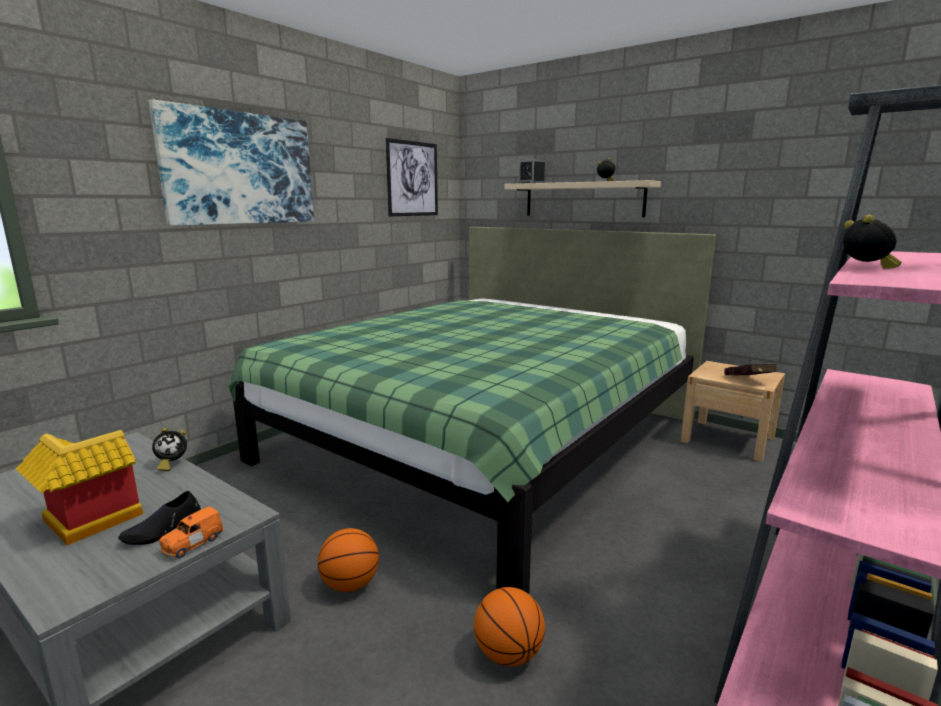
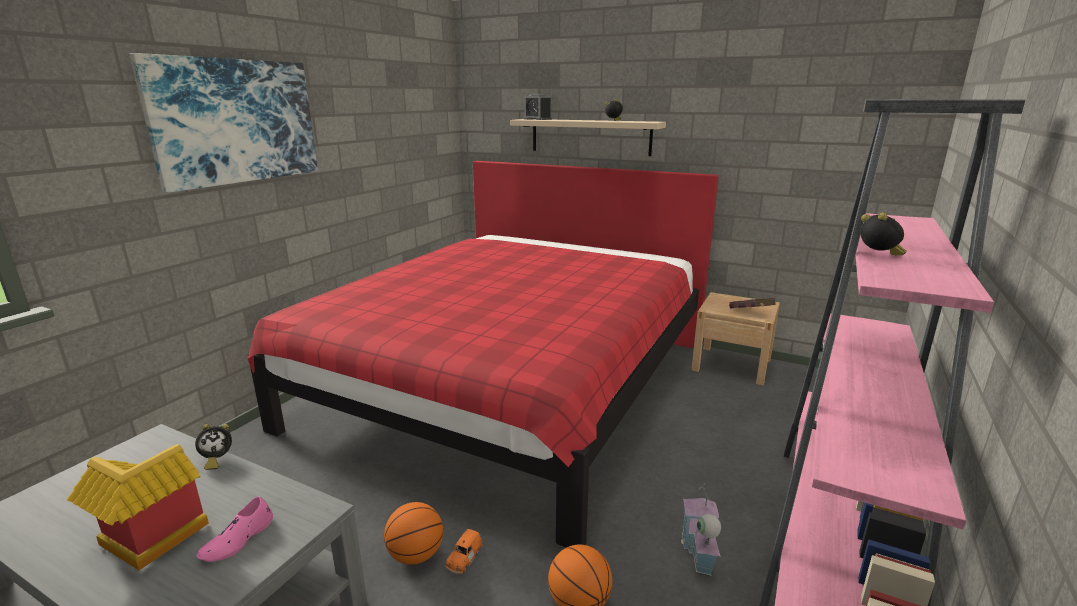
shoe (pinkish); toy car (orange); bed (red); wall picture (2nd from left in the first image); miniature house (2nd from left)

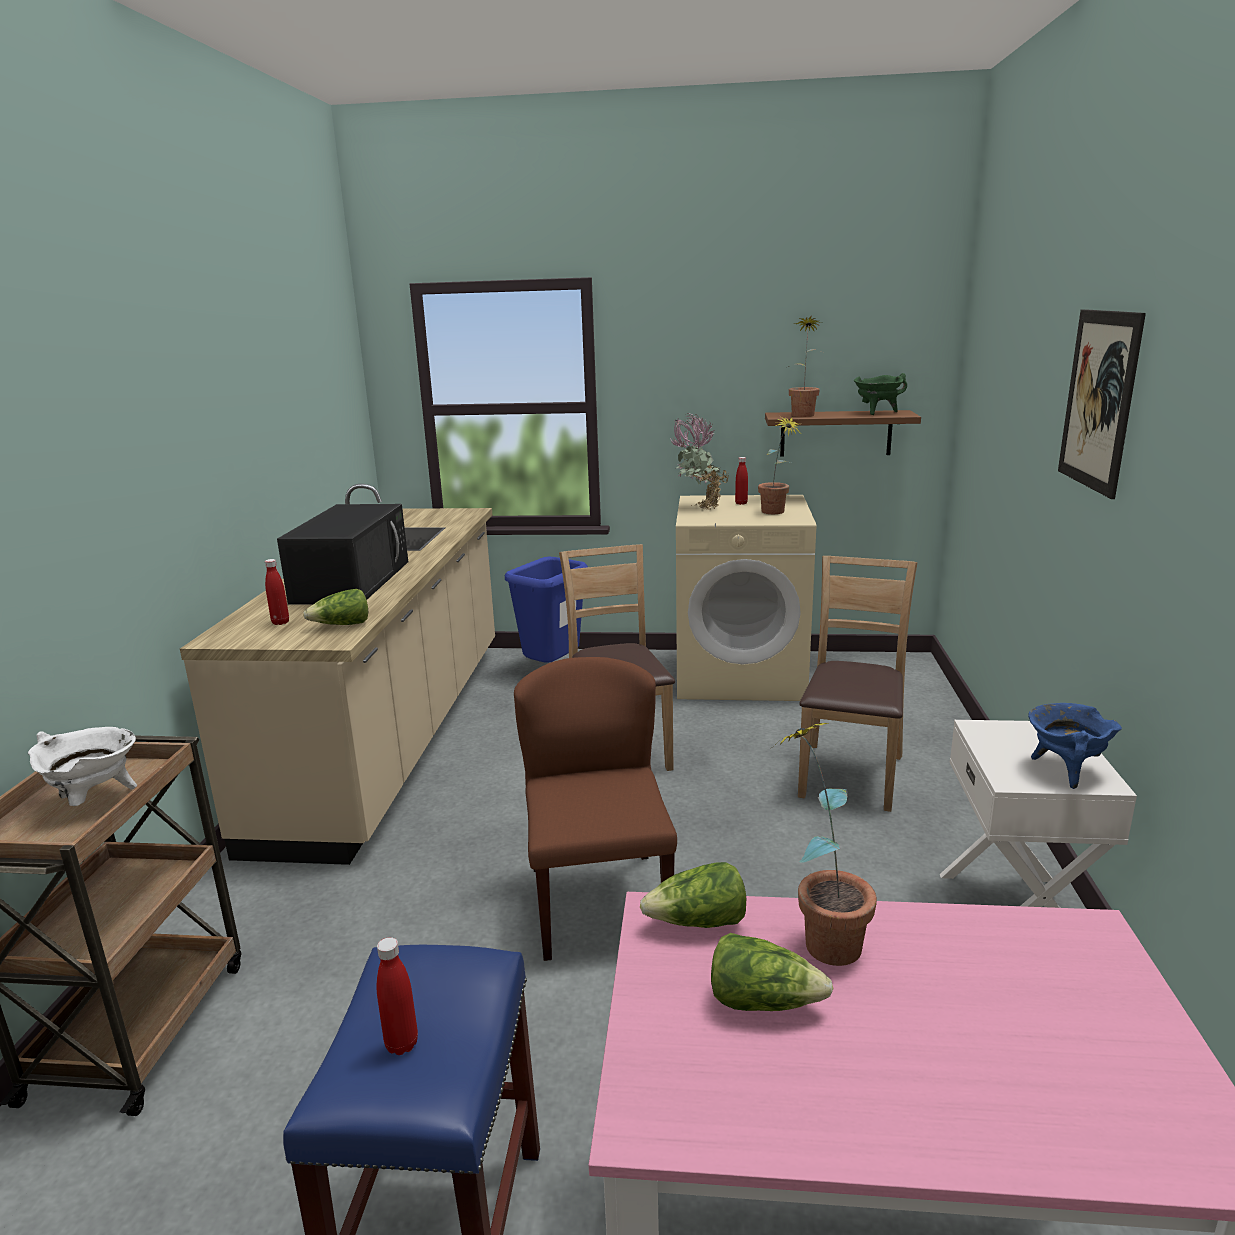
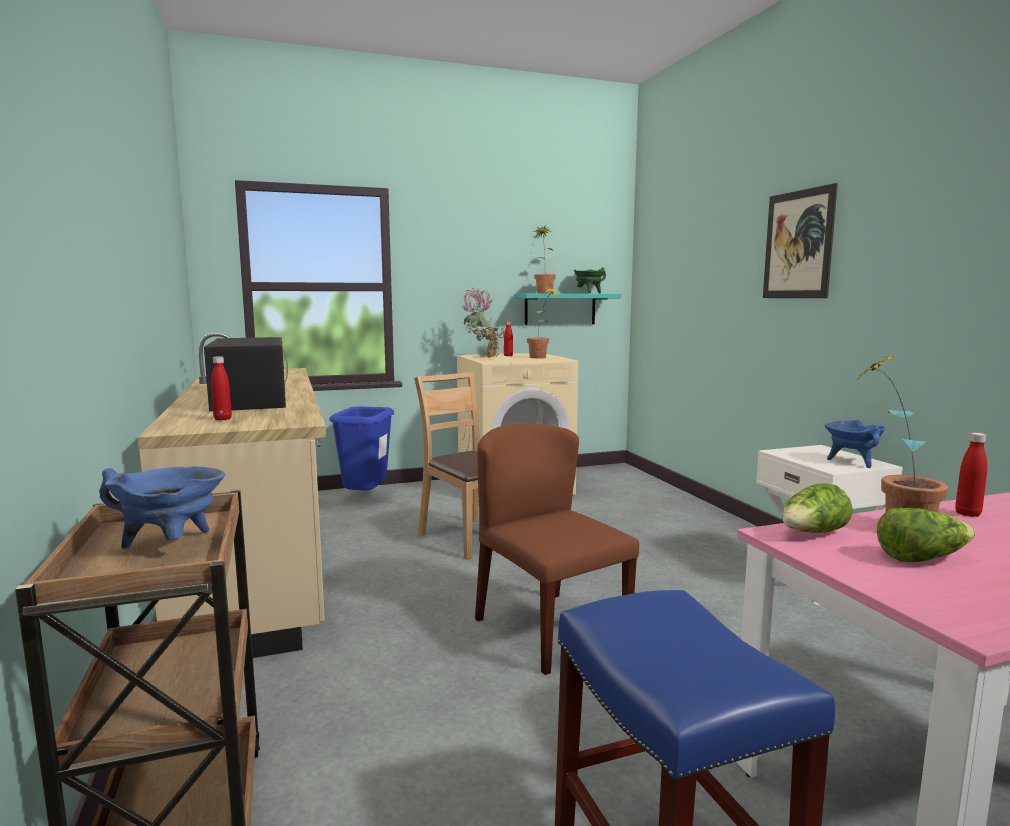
stockpot (blue) (1st from left); head of lettuce (1st from left in the first image); drink bottle (red) (3rd from left); shelf (turquoise); upright chair (brown-coloured) (3rd from left in the first image)

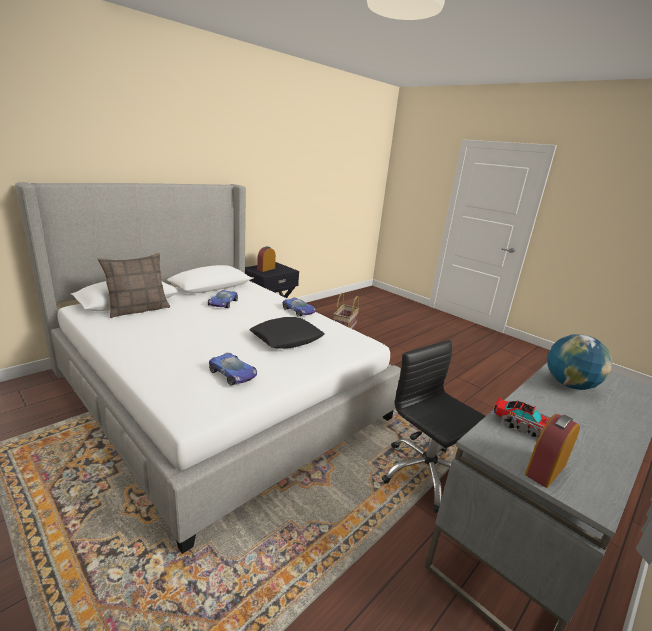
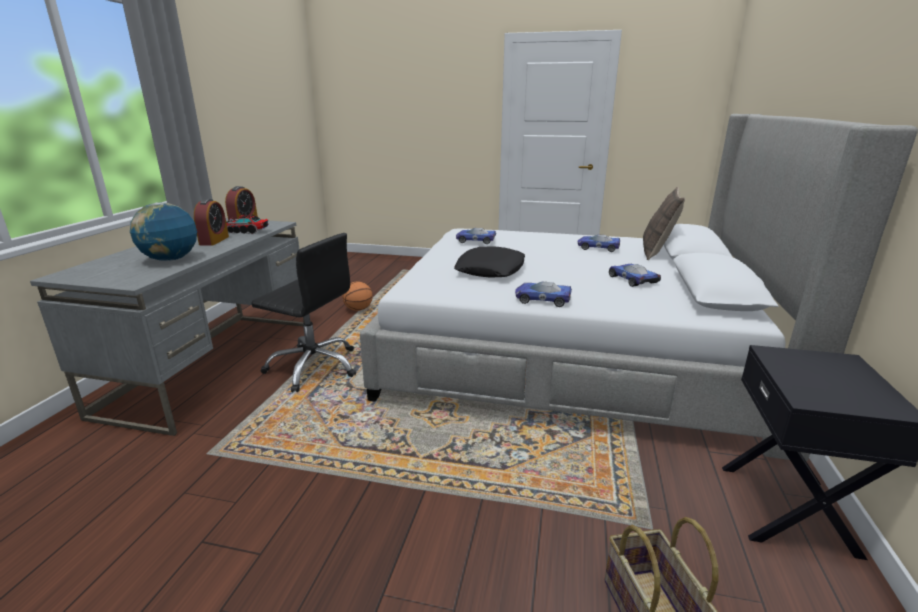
bedside clock (1st from left); ball for basketball; toy car (3rd from left)

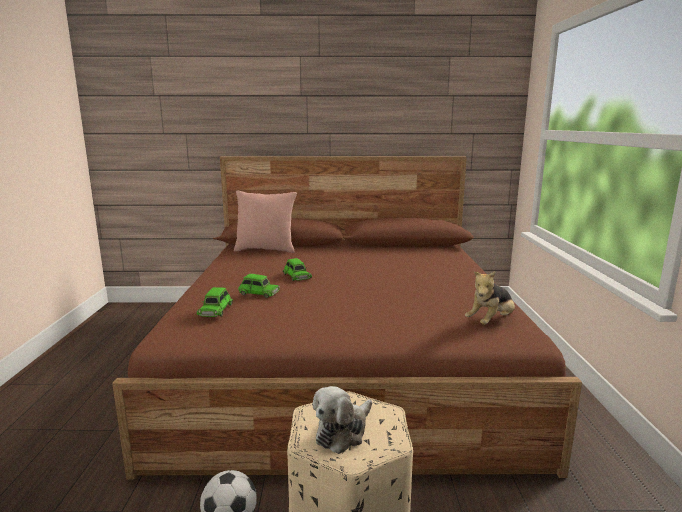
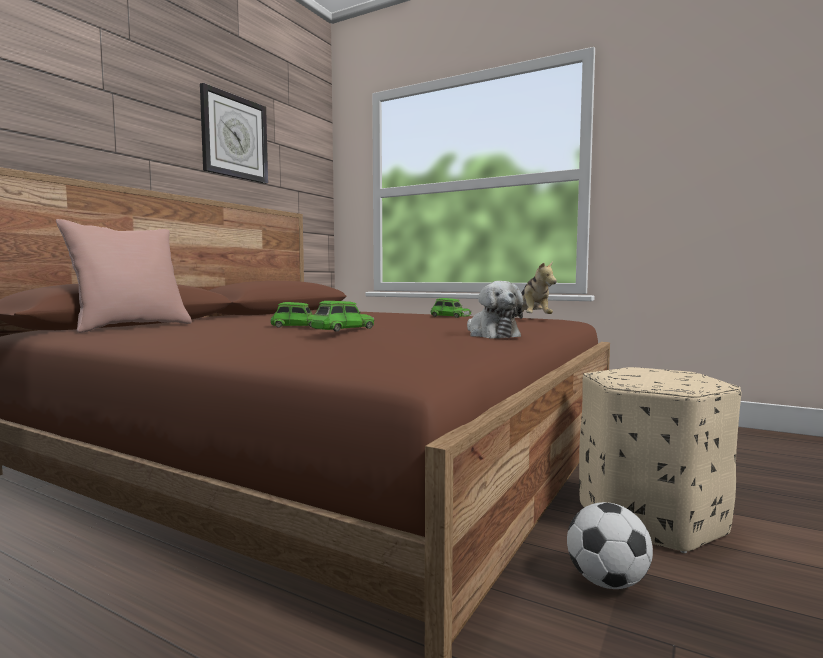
toy car (greenish) (3rd from left); cuddly toy (1st from left); hanging clock

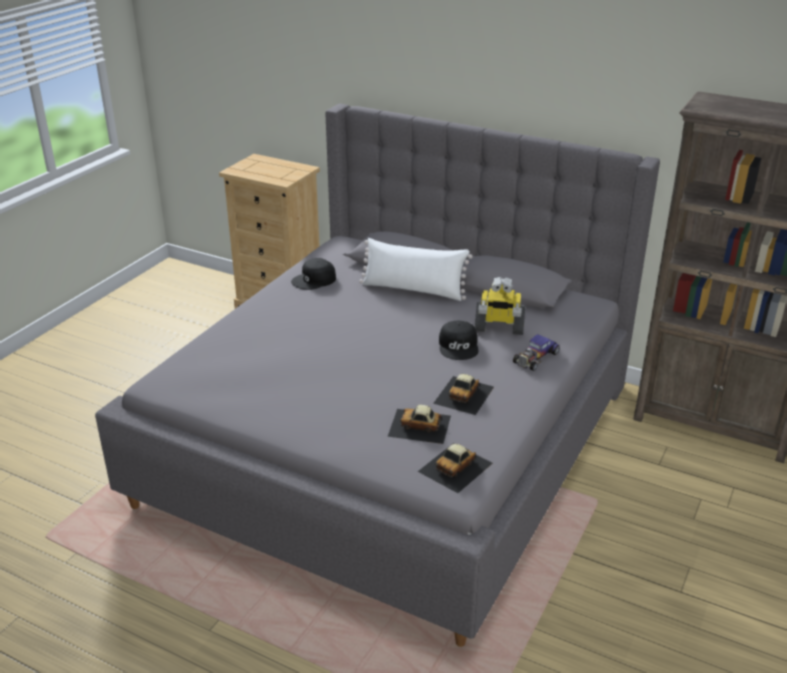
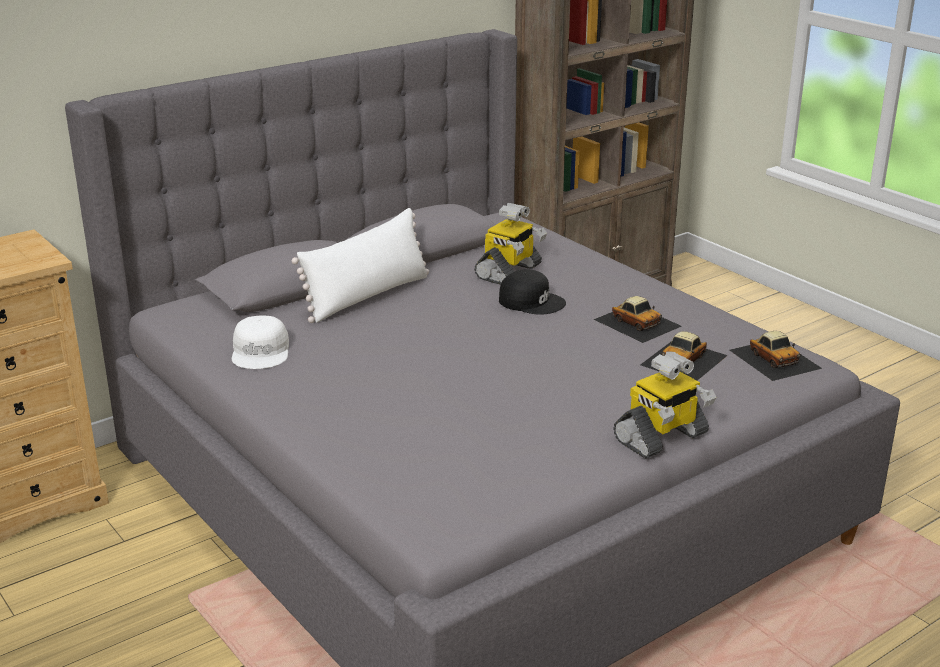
baseball cap (white-coloured); toy car (4th from left in the first image); model robot (2nd from left)

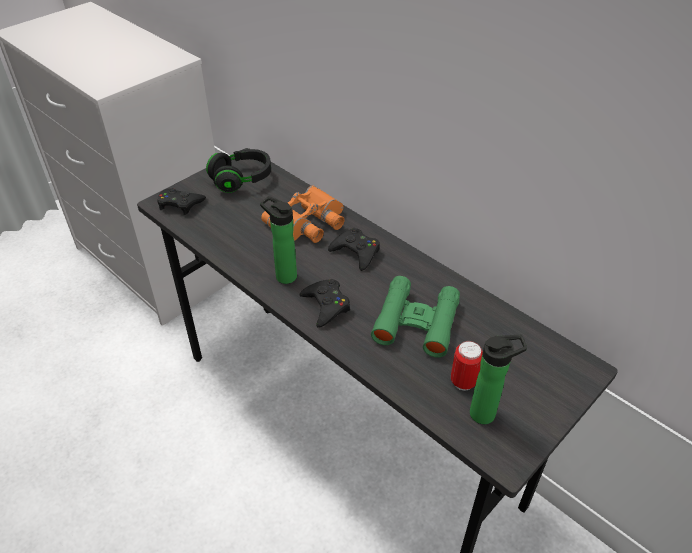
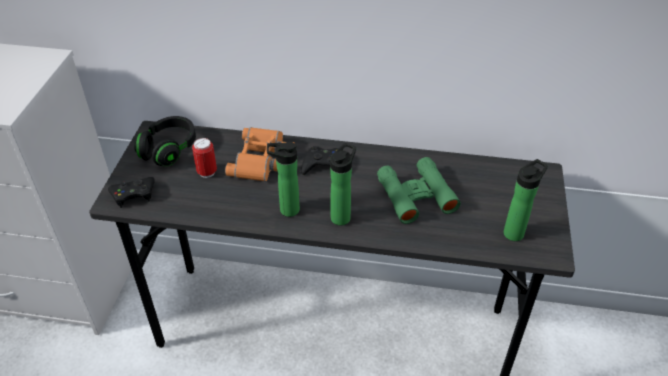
drink bottle (2nd from left); can

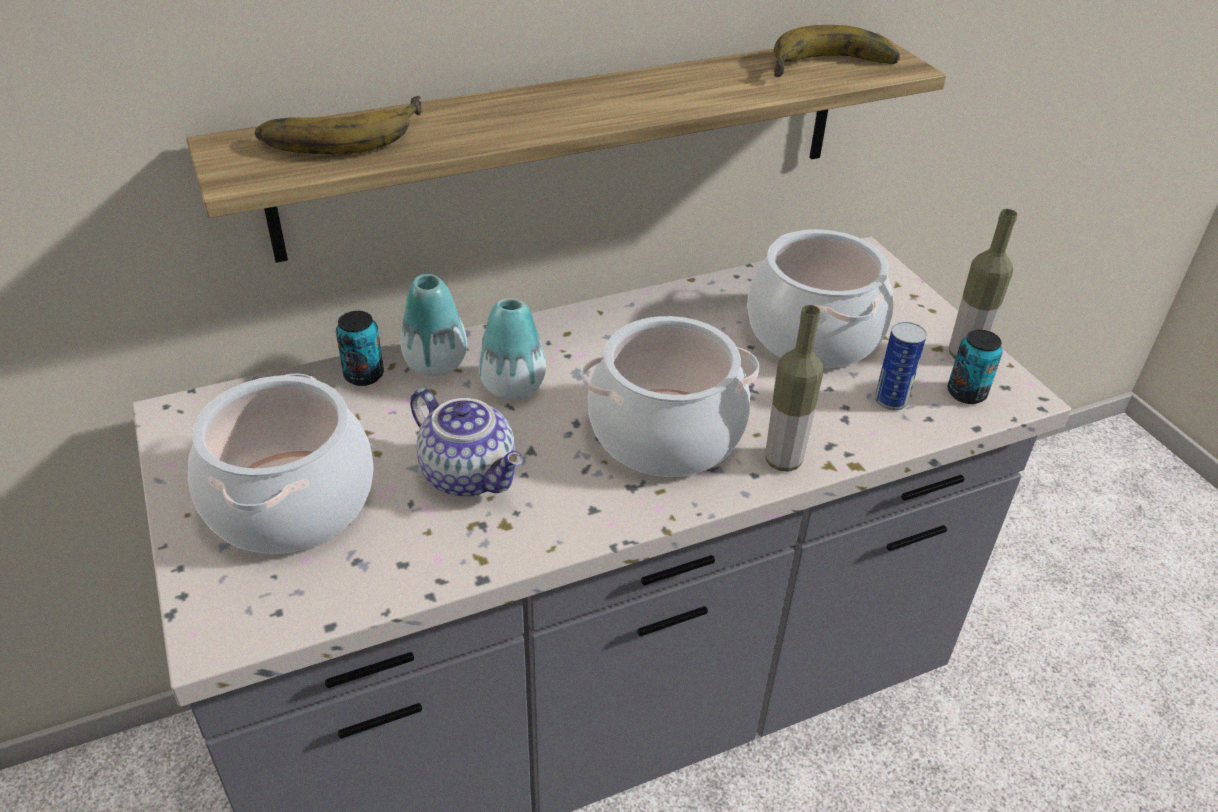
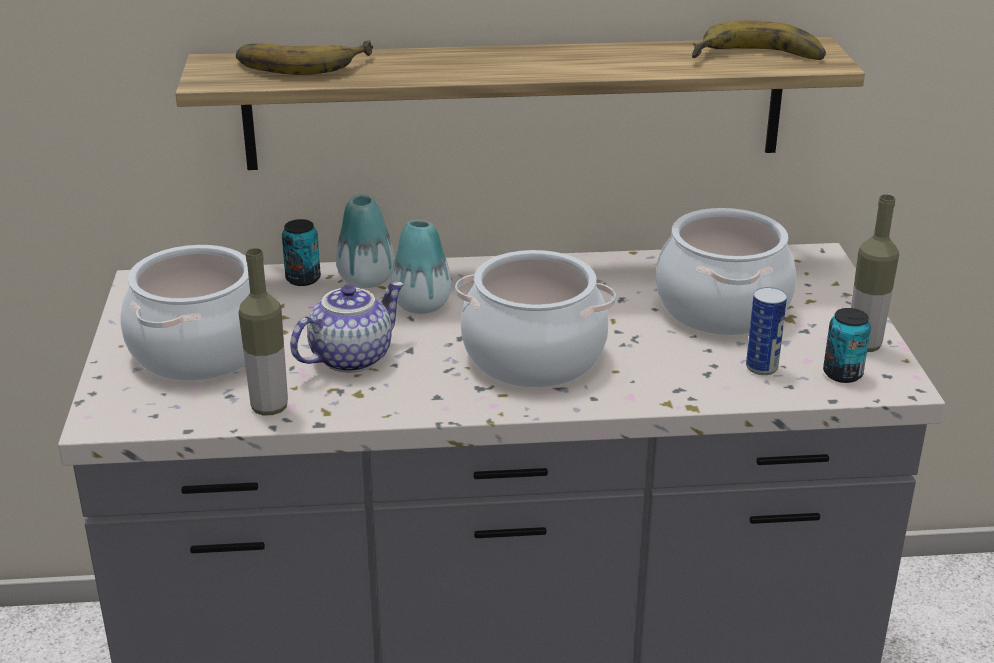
tea pot; drink bottle (1st from left)

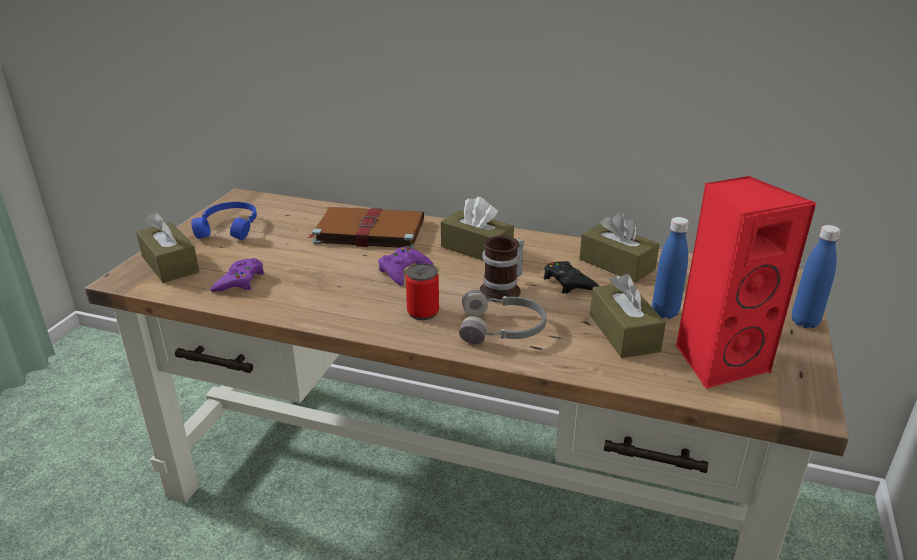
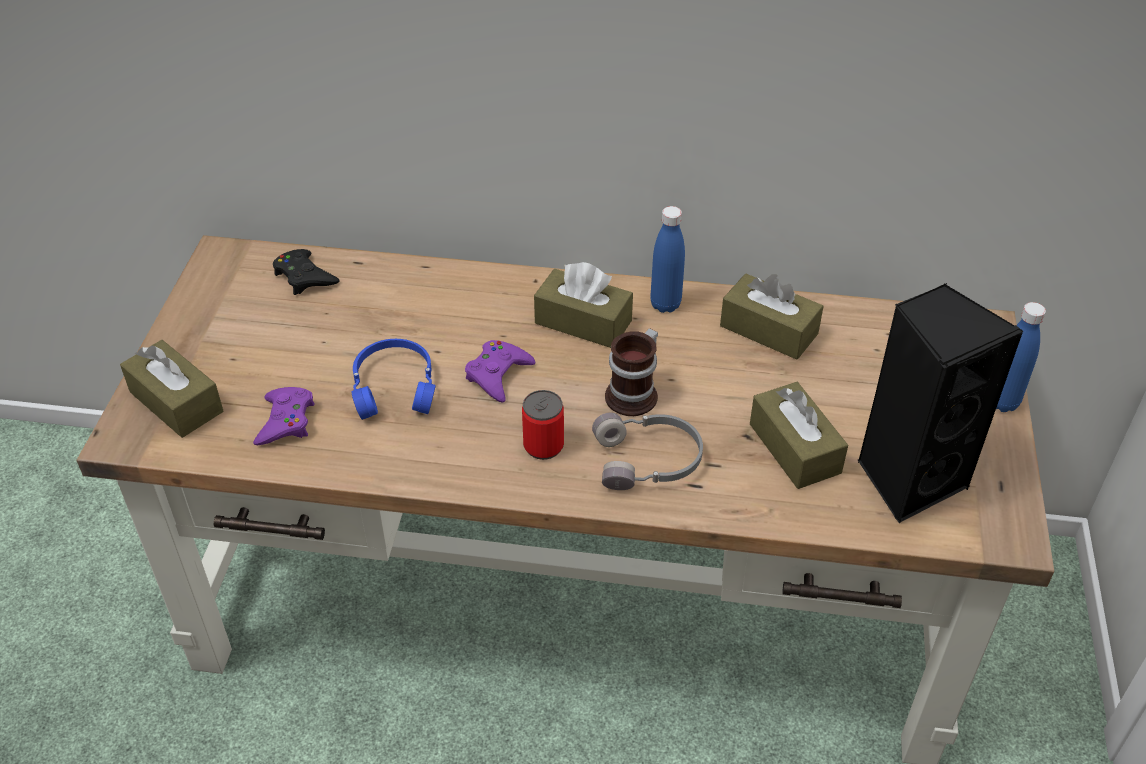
headset (blue); volume (brown-coloured); game controller (black-coloured); drink bottle (blue) (1st from left); speaker (black-coloured)

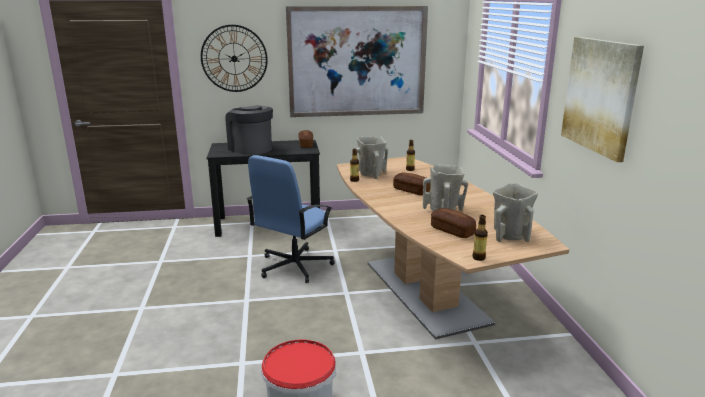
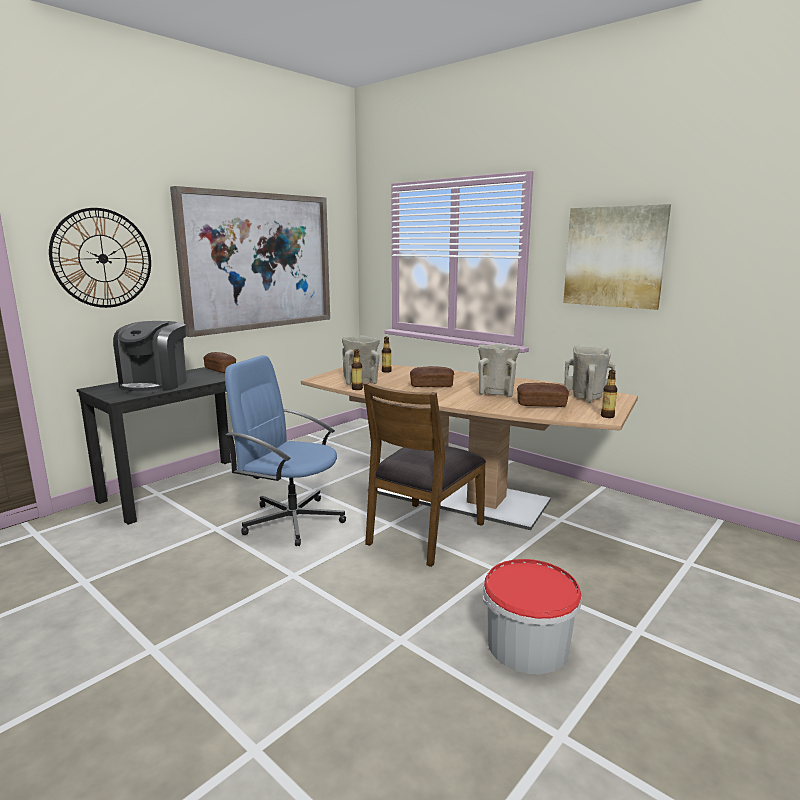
coffee brewer; computer chair (blue); upright chair (brown-coloured)

